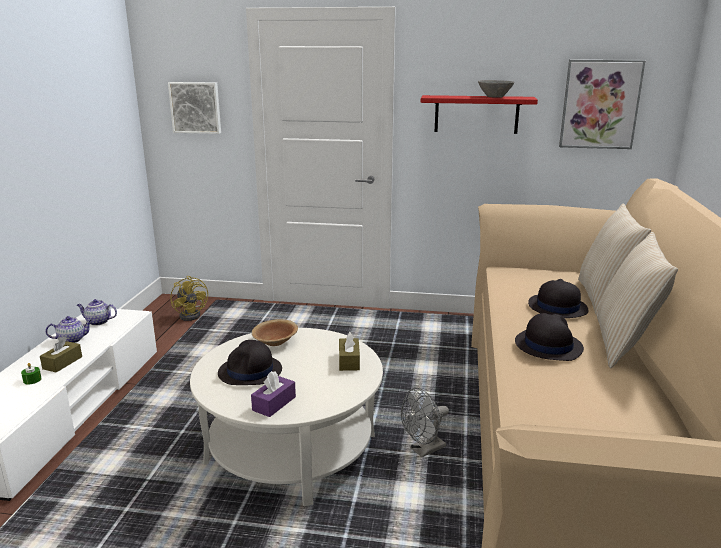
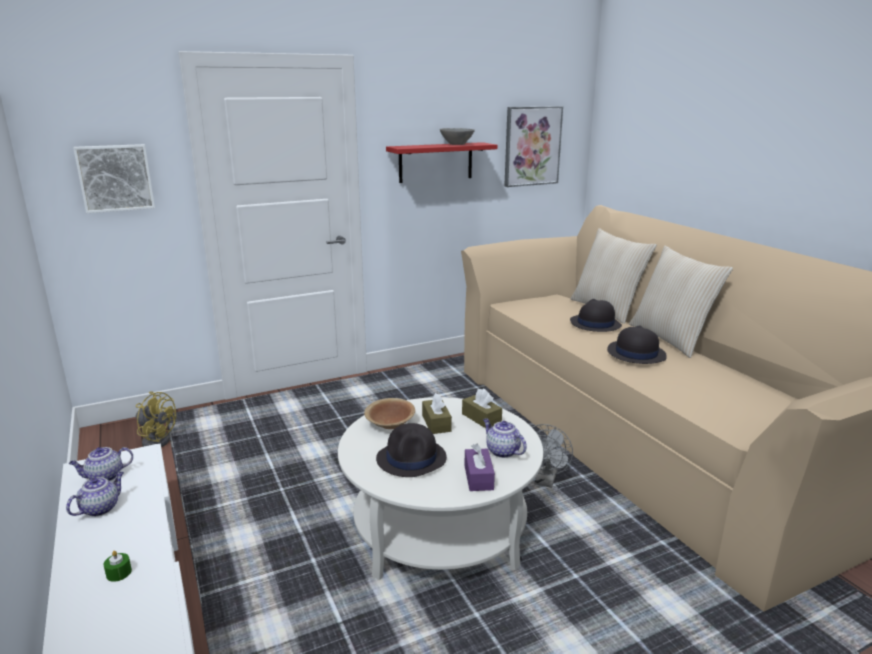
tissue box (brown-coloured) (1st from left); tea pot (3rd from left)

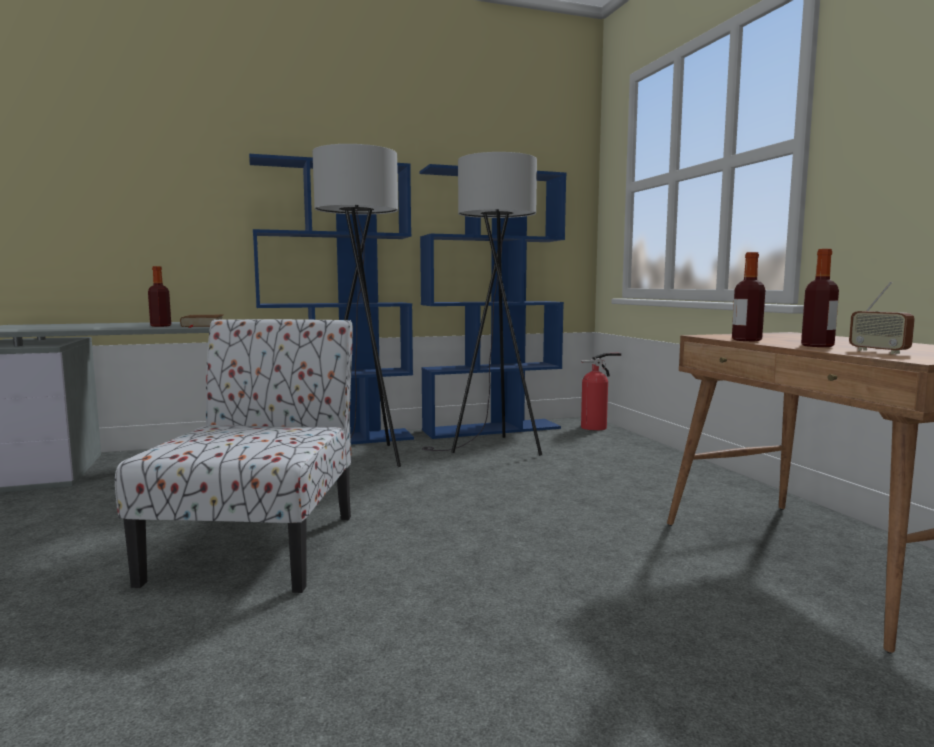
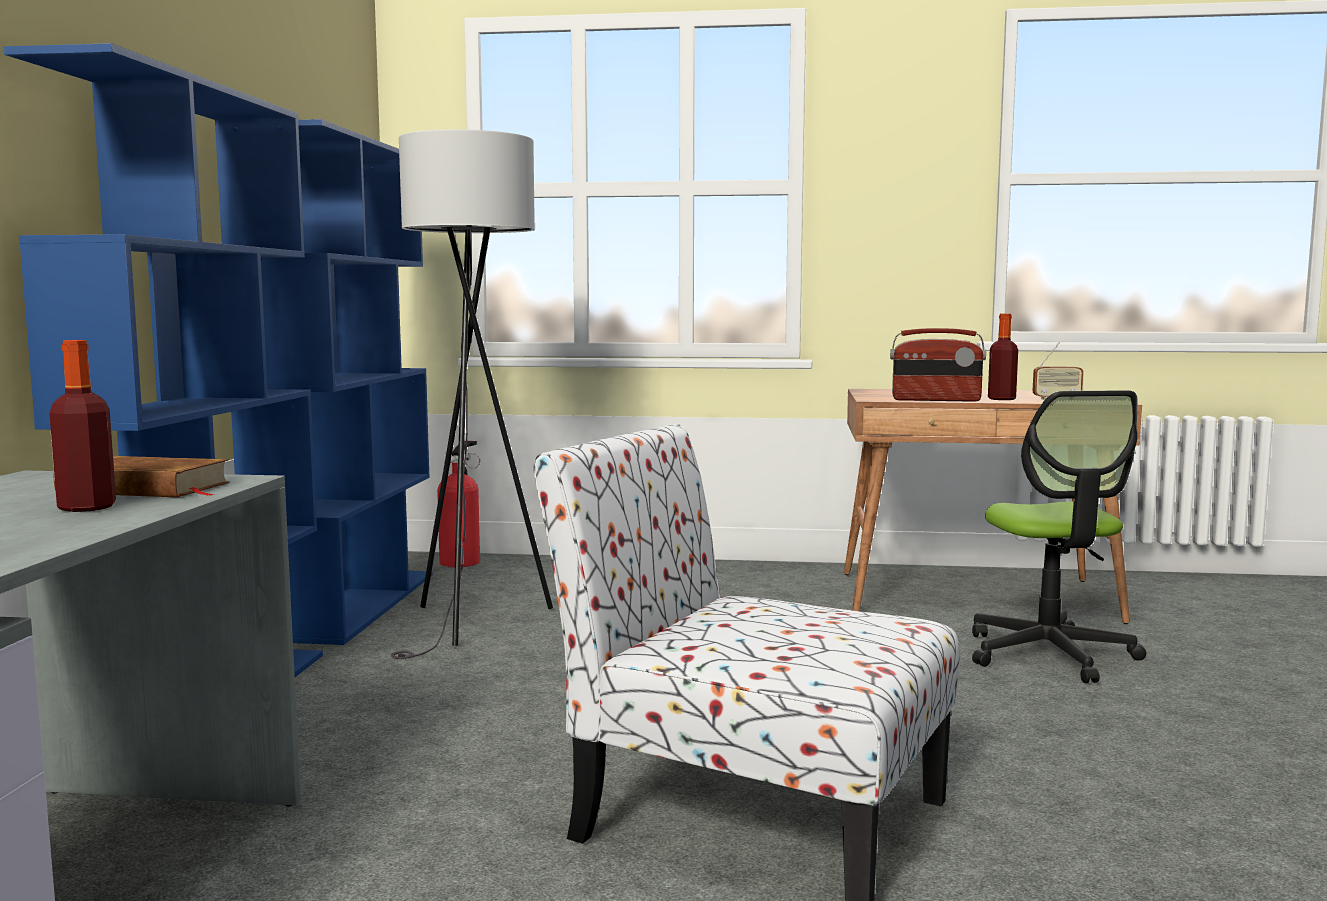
standard lamp (greyish) (1st from left in the first image); radio set (1st from left); computer chair

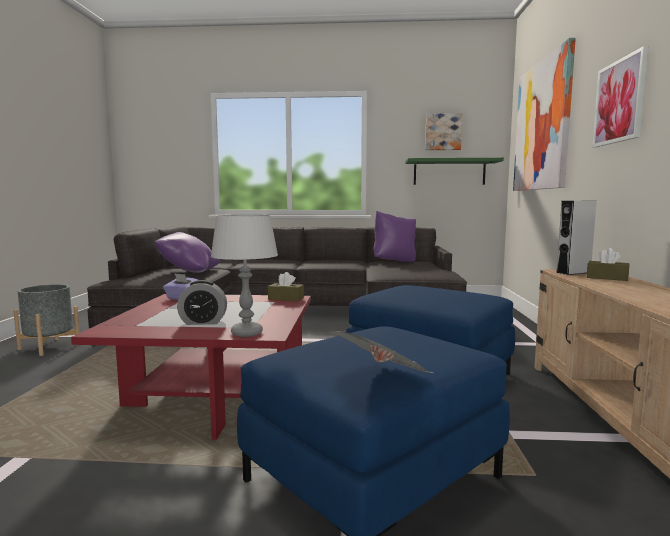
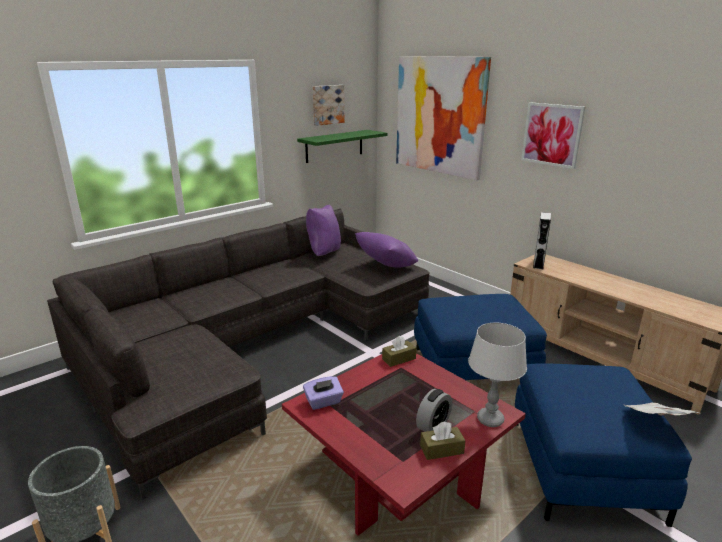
throw pillow (purplish) (2nd from left); tissue box (brown-coloured) (2nd from left)

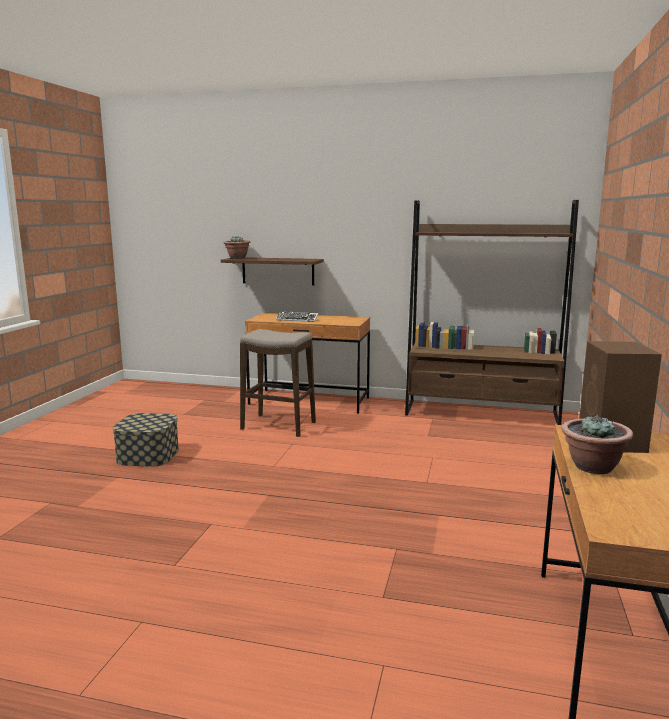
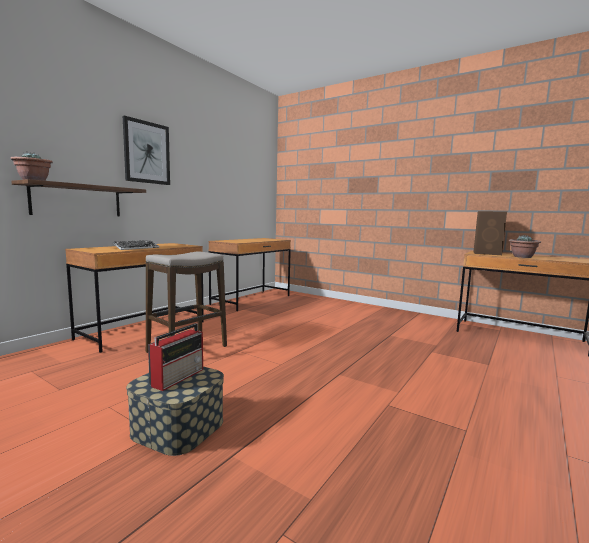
desk (brown-coloured) (2nd from left); wall picture; radio set

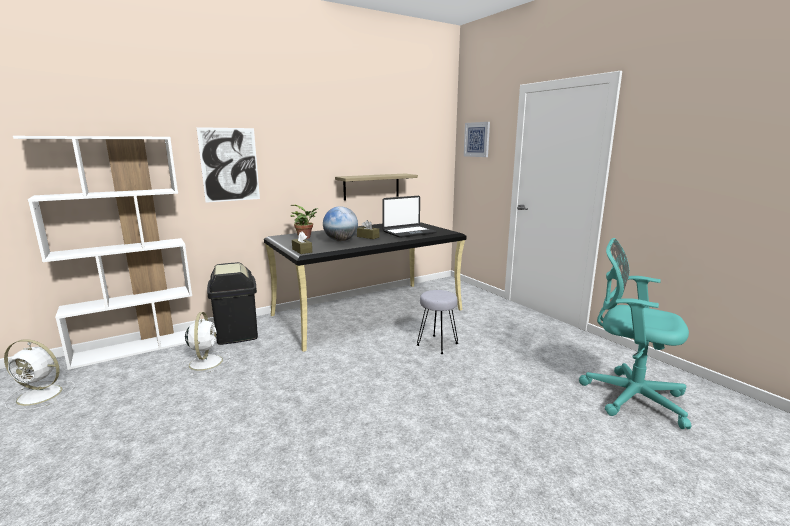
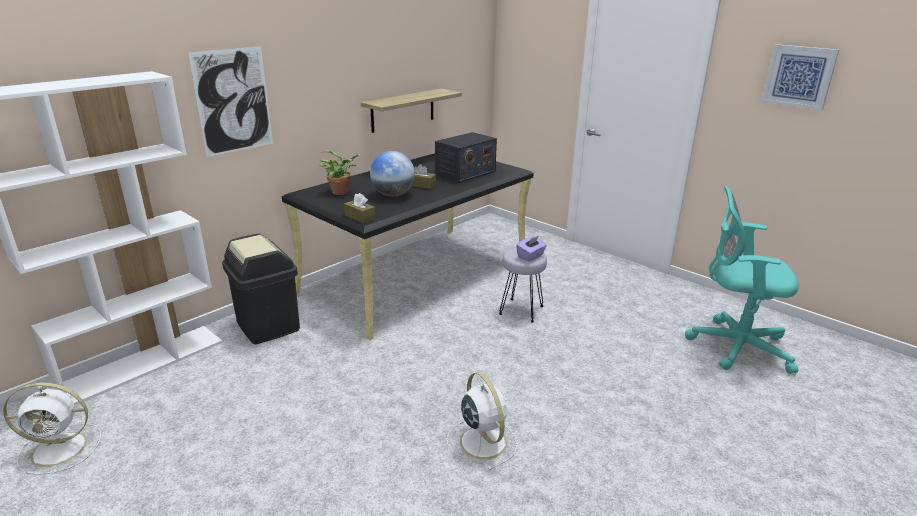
cooling fan (white-coloured) (2nd from left); radio set; wall picture (2nd from left); tissue box (purplish)

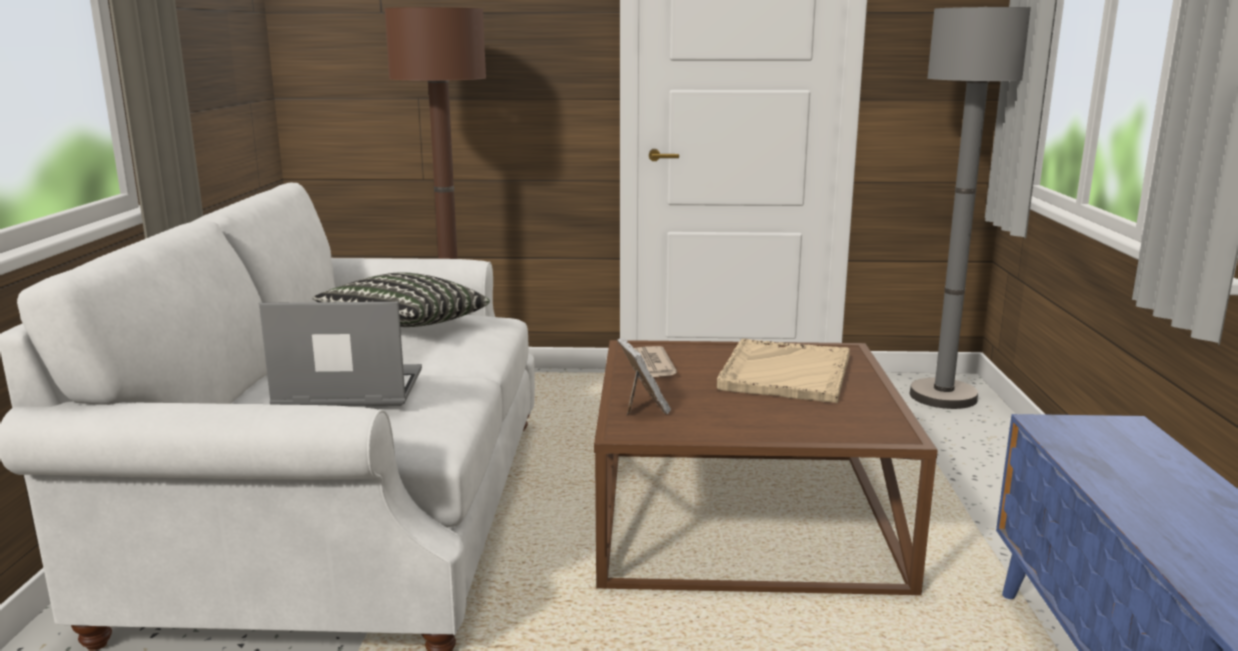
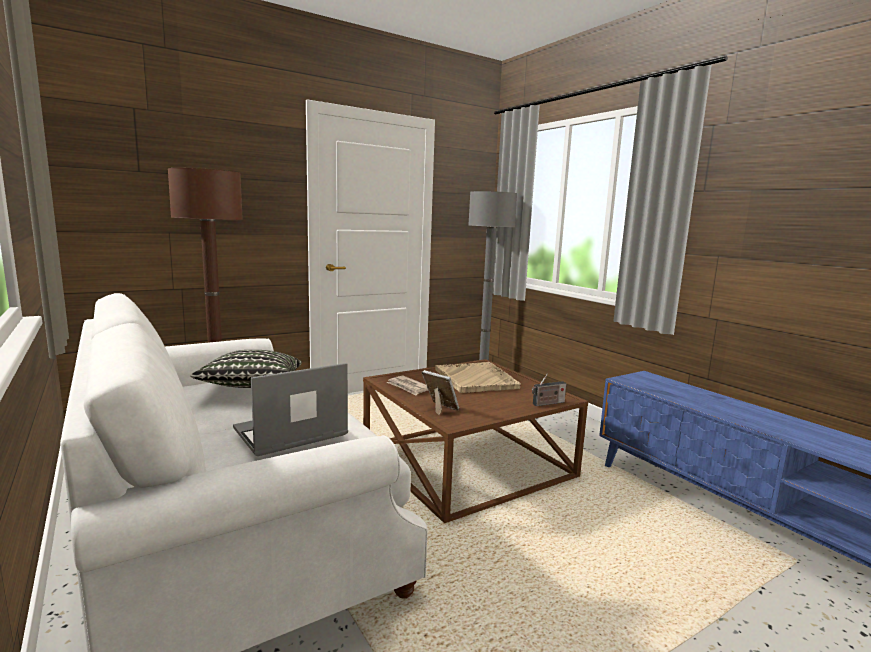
radio set

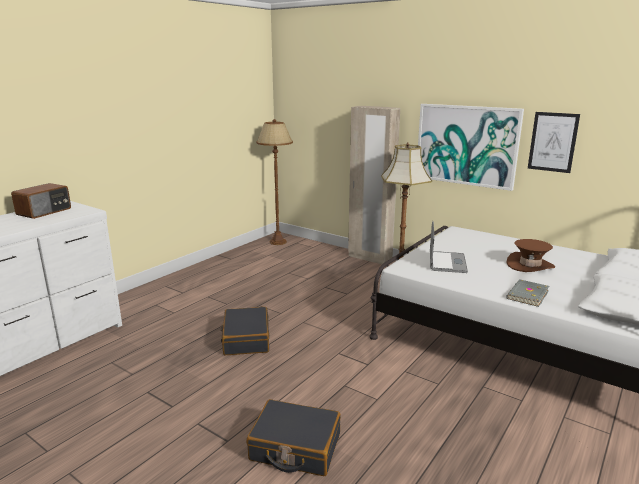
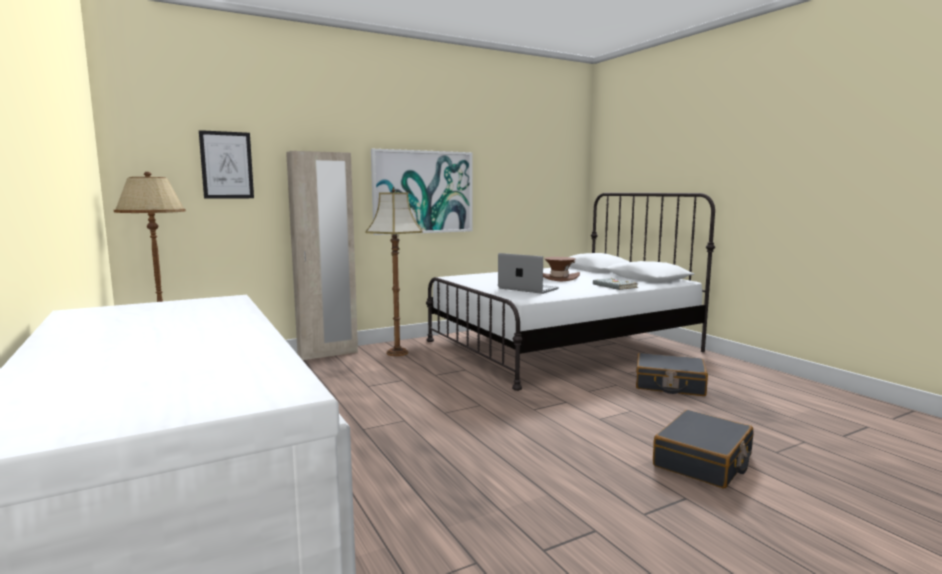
radio set; piece of luggage (black-coloured) (1st from left); wall picture (1st from left)

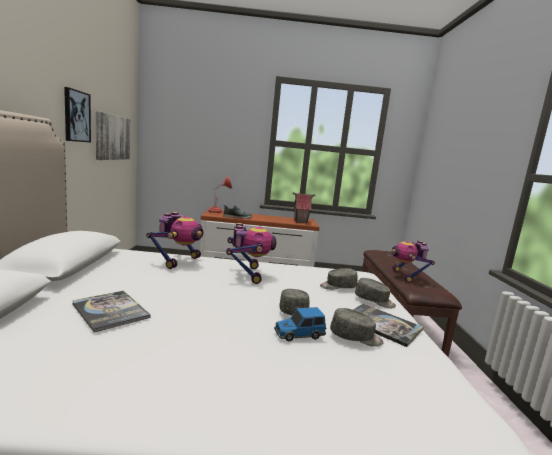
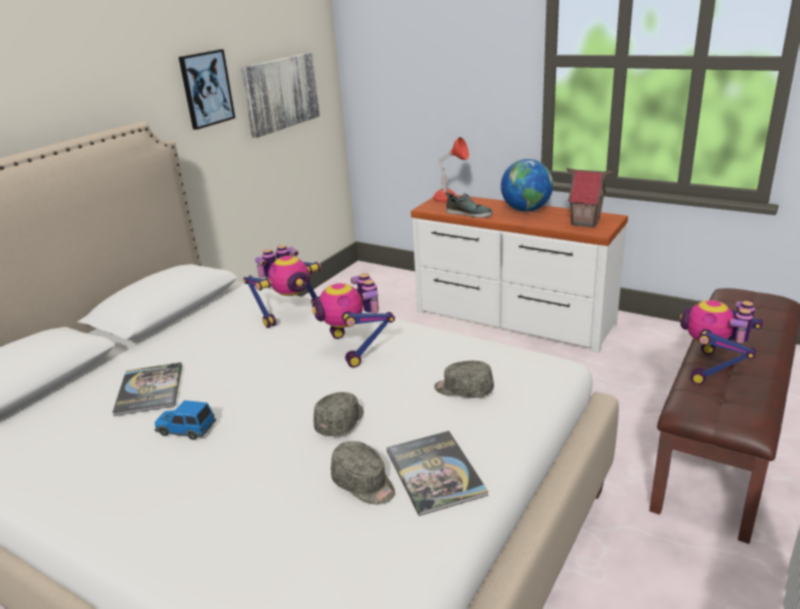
model robot (2nd from left); toy car; baseball cap (greyish) (4th from left in the first image); world globe

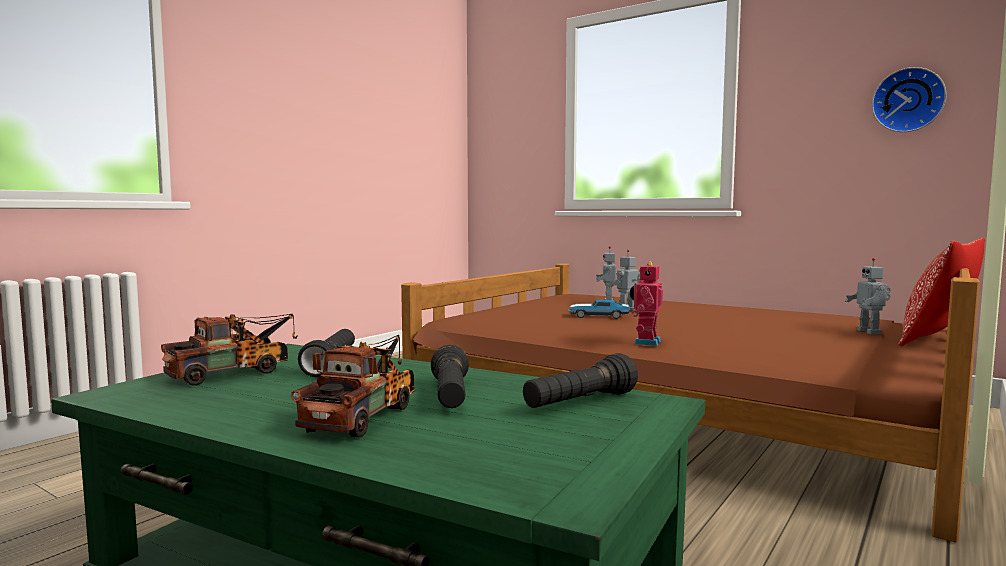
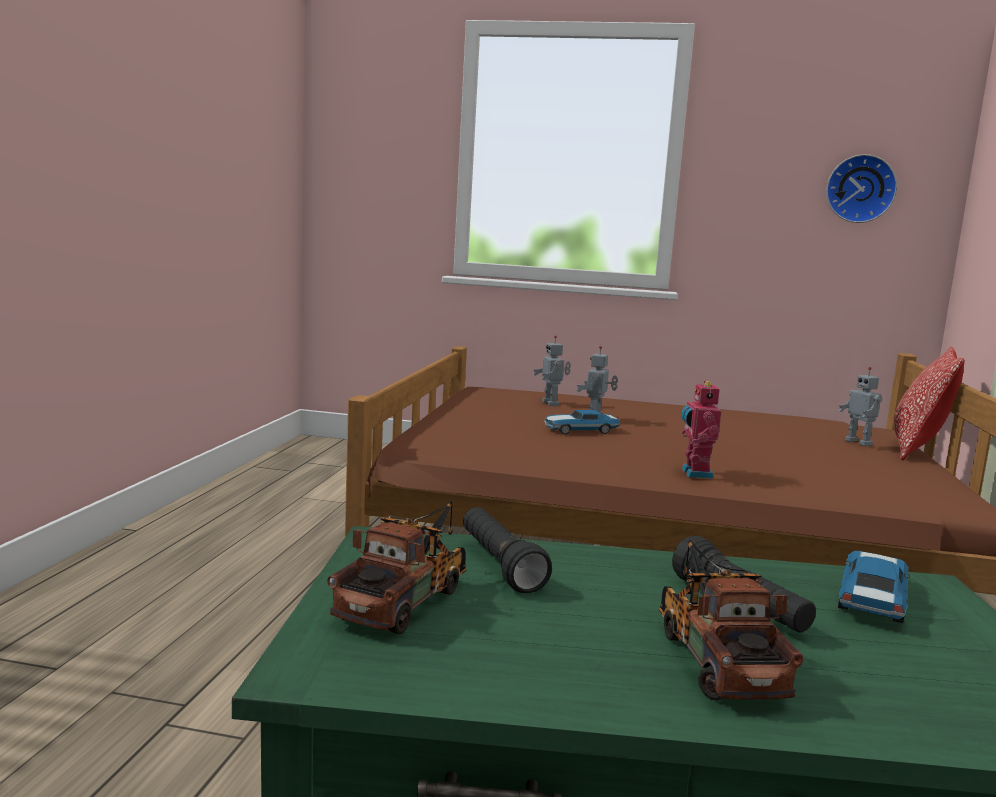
toy car (2nd from left)

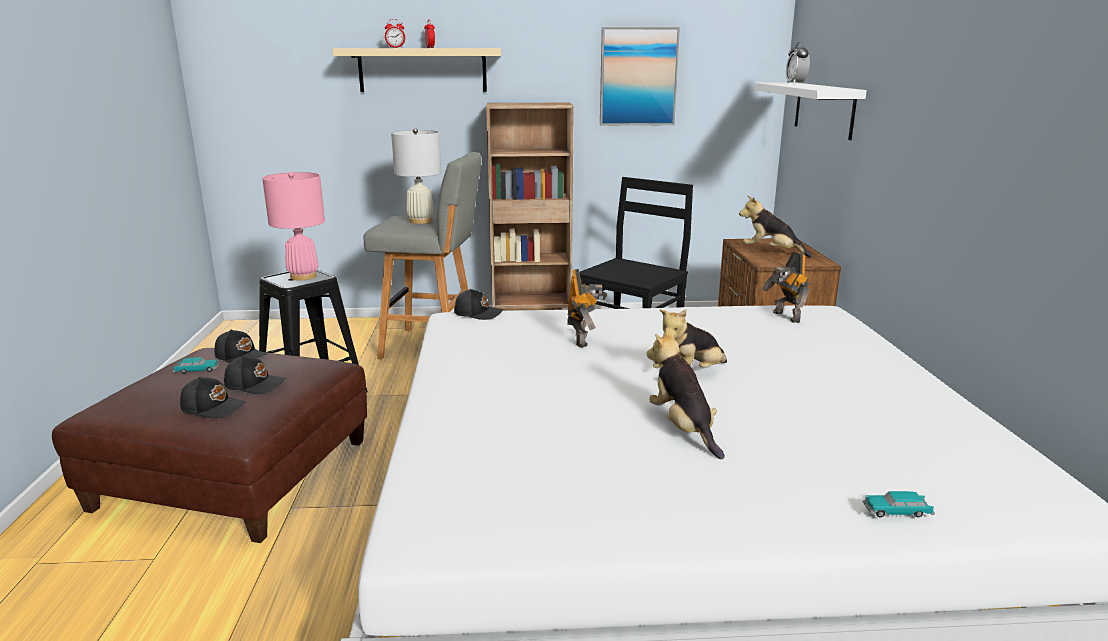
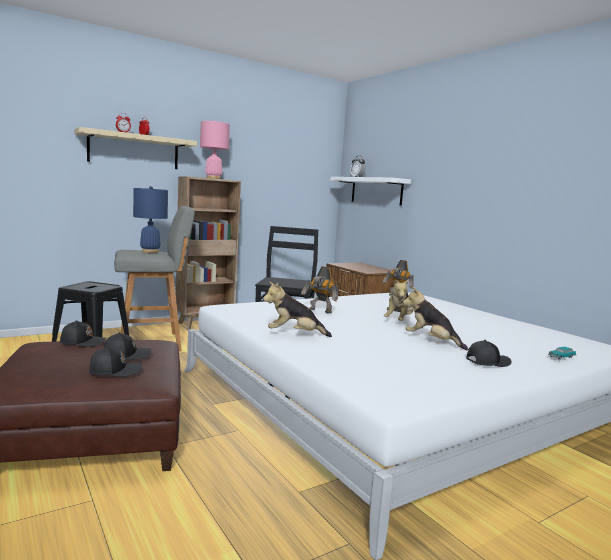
toy car (1st from left in the first image); table lamp (pinkish); table lamp (blue); baseball cap (black-coloured) (4th from left); model robot (1st from left); wall picture; cuddly toy (1st from left)

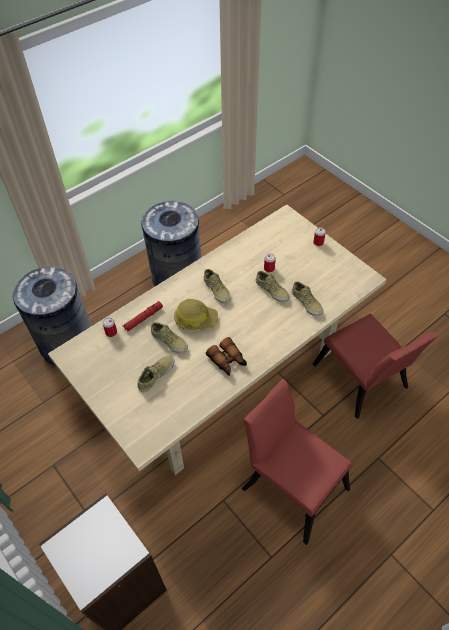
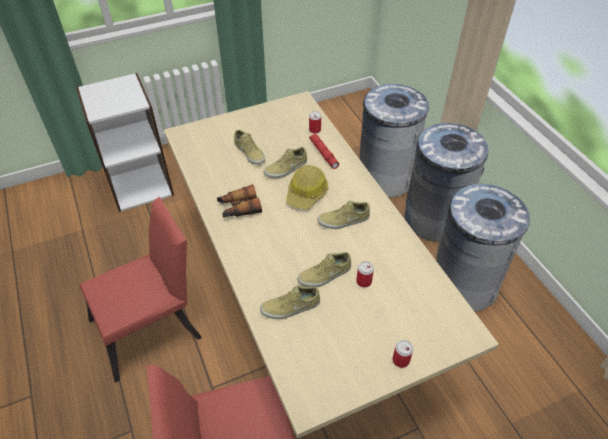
trash can (greyish) (2nd from left)

